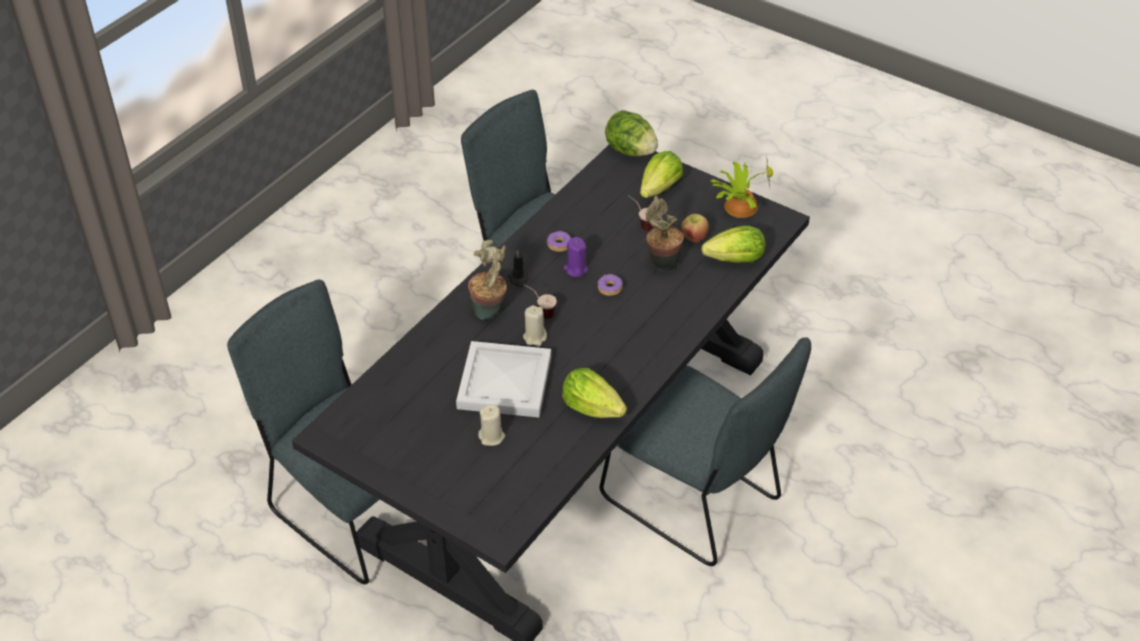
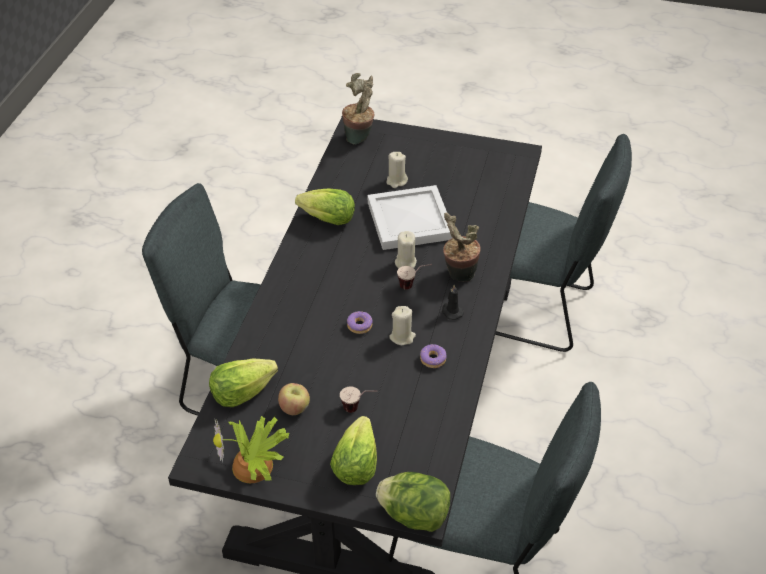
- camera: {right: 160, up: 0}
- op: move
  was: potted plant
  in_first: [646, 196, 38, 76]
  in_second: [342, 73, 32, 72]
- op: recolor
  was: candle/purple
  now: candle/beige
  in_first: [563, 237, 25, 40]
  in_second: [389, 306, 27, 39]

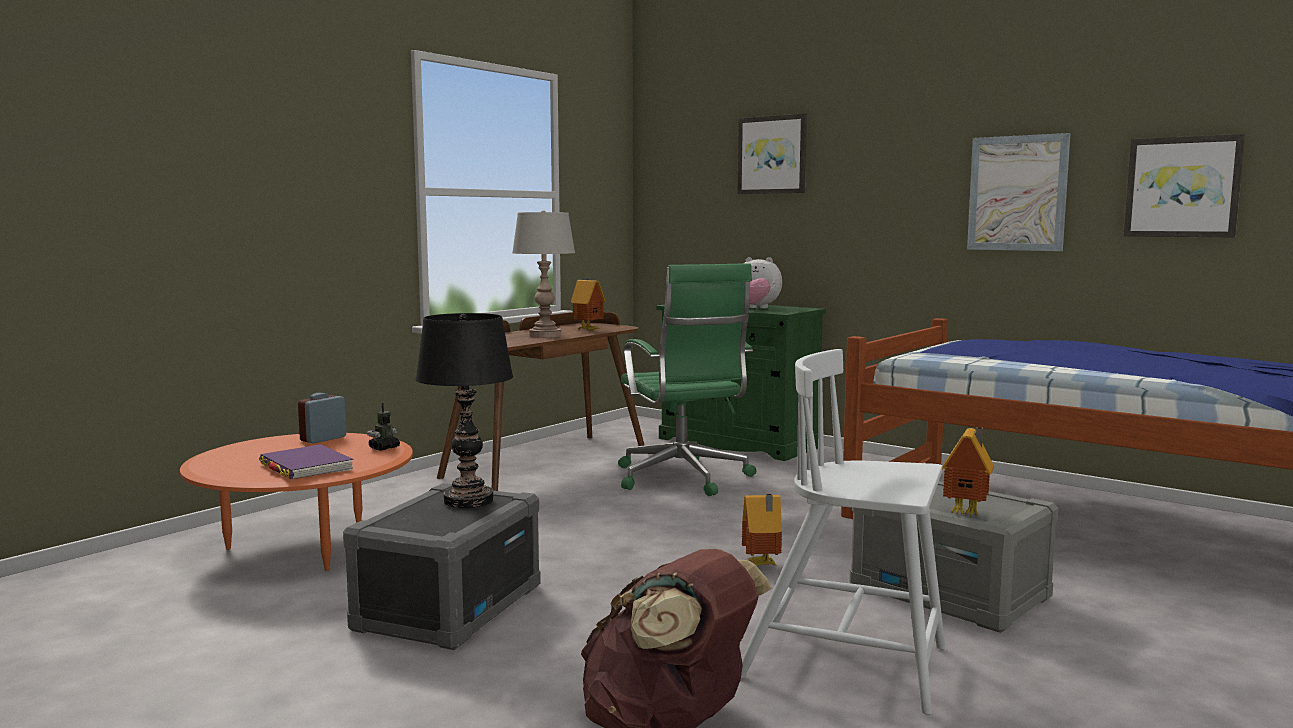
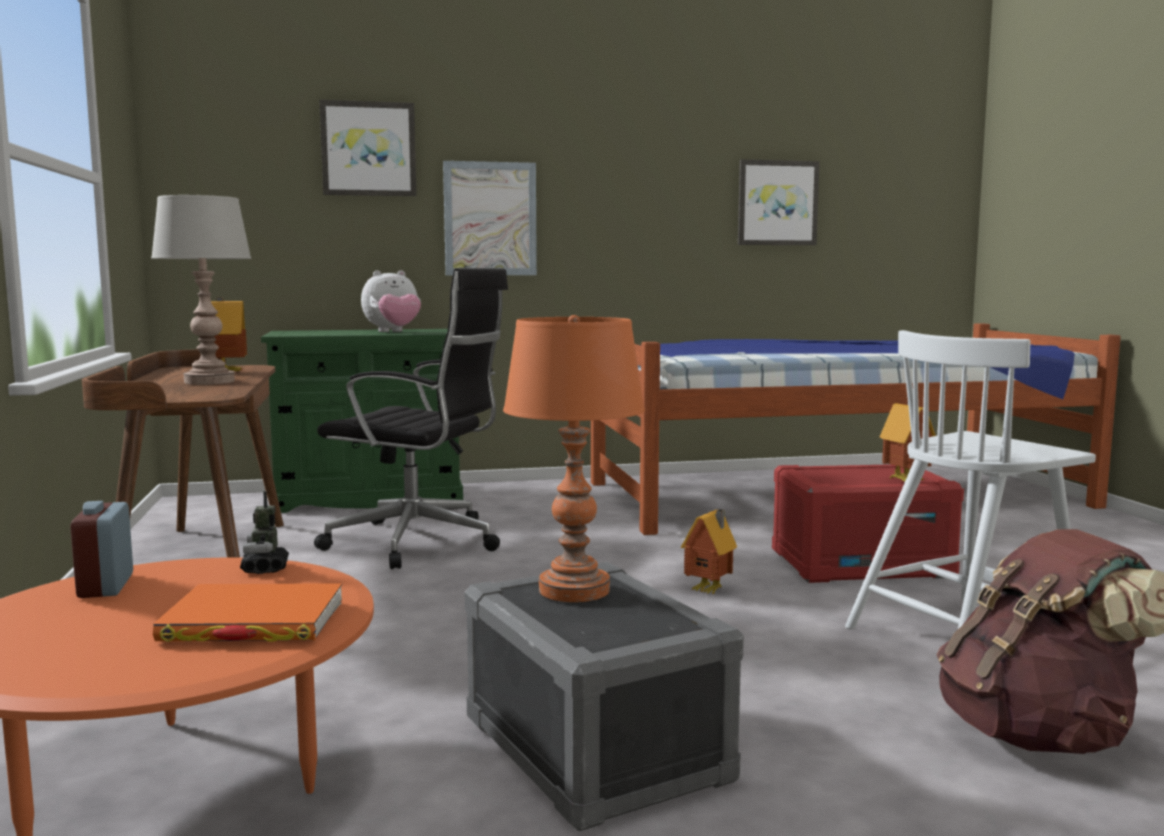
- camera: {right: -50, up: 0}
- op: recolor
  was: book/purple
  now: book/orange
  in_first: [259, 444, 94, 35]
  in_second: [153, 583, 189, 59]
- op: recolor
  was: office chair/green
  now: office chair/black
  in_first: [618, 263, 138, 233]
  in_second: [314, 268, 194, 301]
- op: move
  was: picture
  in_first: [967, 133, 104, 118]
  in_second: [443, 161, 94, 114]
- op: recolor
  was: table lamp/black
  now: table lamp/orange
  in_first: [416, 313, 97, 195]
  in_second: [503, 315, 142, 287]
- op: recolor
  was: storage box/grey
  now: storage box/red
  in_first: [849, 481, 210, 152]
  in_second: [772, 464, 192, 119]

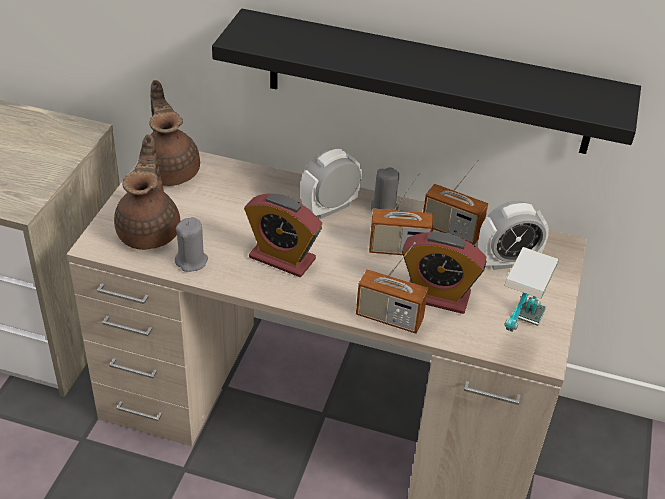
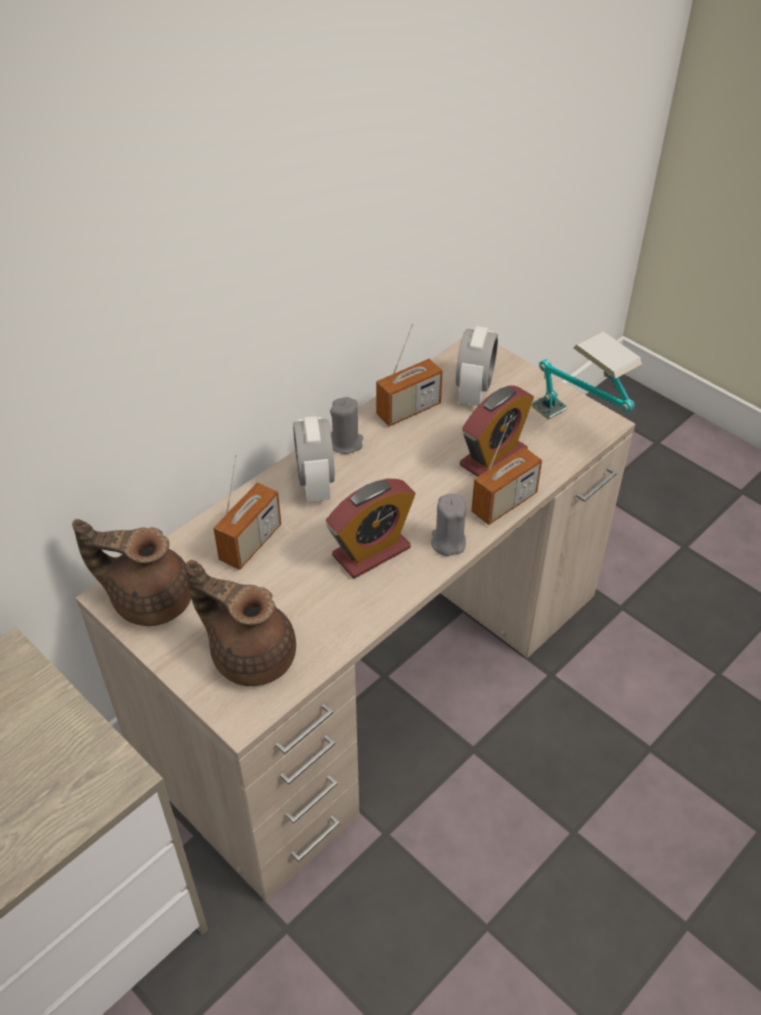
- camera: {right: -60, up: 5}
- op: move
  was: radio
  in_first: [369, 173, 64, 82]
  in_second: [213, 455, 68, 115]
- op: move
  was: candle/grey
  in_first: [175, 217, 33, 55]
  in_second: [431, 493, 35, 63]
- op: delete
  was: shelf/black
  in_first: [212, 9, 429, 145]

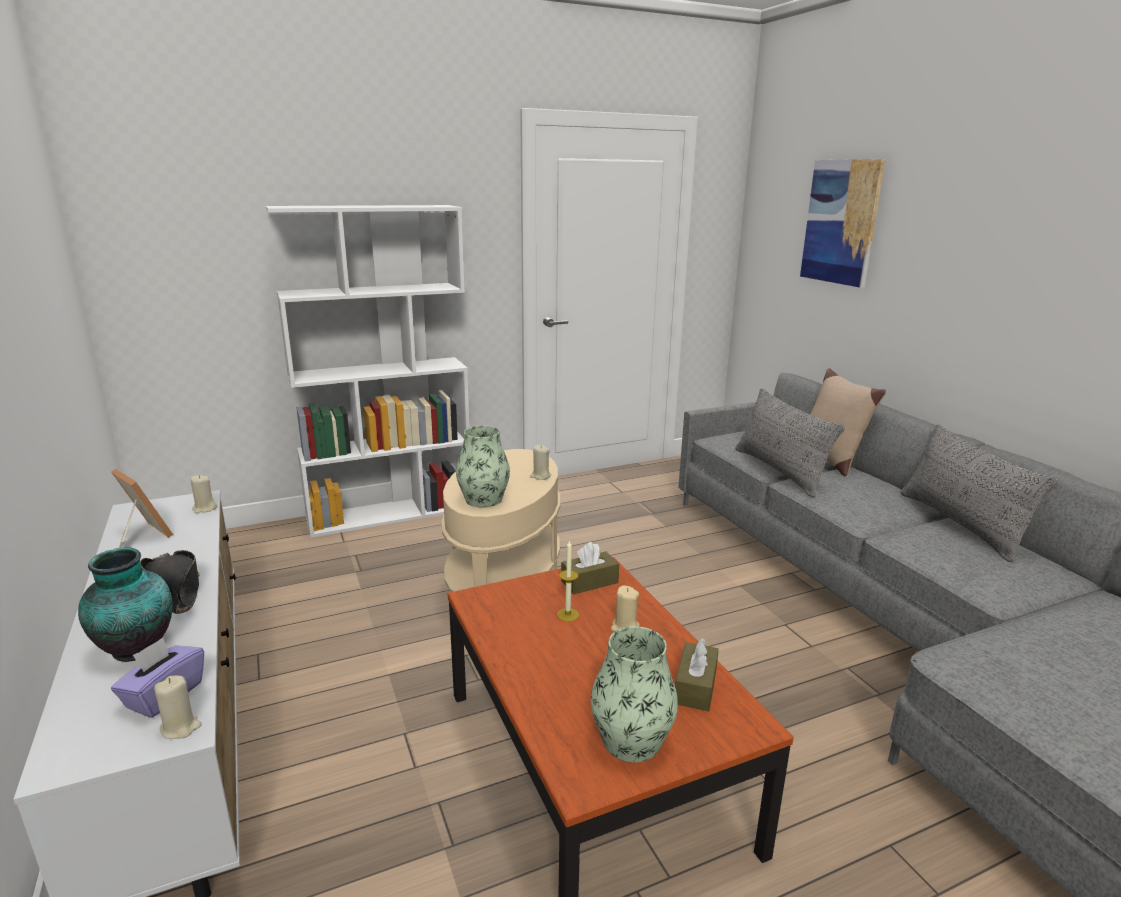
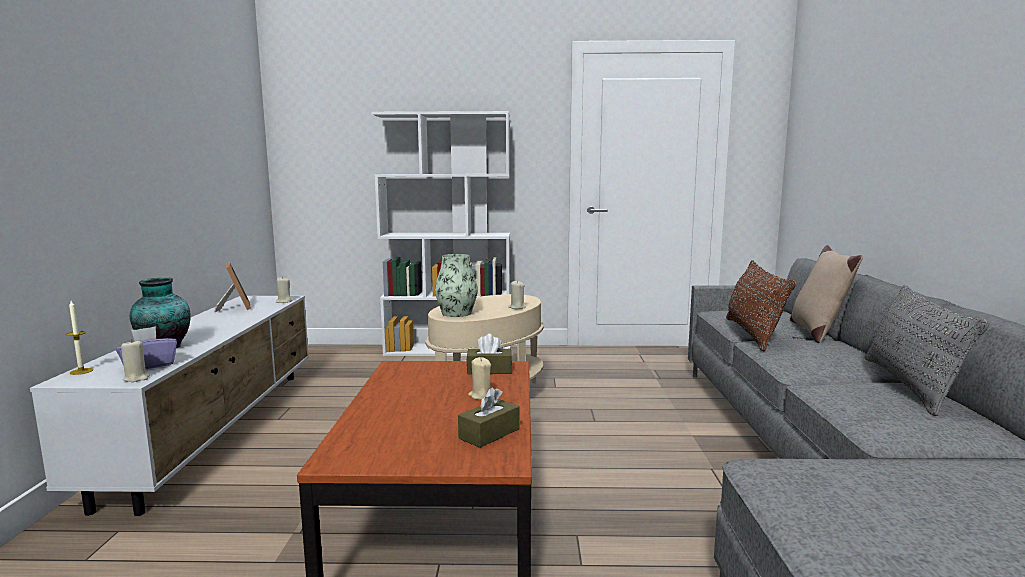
- camera: {right: 25, up: -10}
- op: move
  was: candle
  in_first: [557, 541, 22, 80]
  in_second: [65, 301, 29, 74]
- op: recolor
  was: pillow/grey
  now: pillow/brown
  in_first: [735, 388, 110, 109]
  in_second: [726, 260, 70, 91]
- op: delete
  was: hat/black
  in_first: [140, 550, 60, 64]
- op: delete
  was: vase
  in_first: [591, 626, 87, 137]
- op: delete
  was: picture
  in_first: [800, 159, 85, 129]

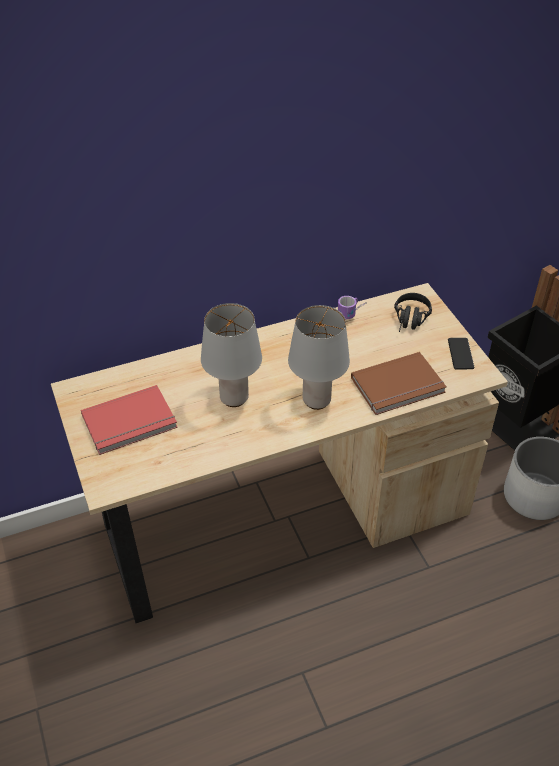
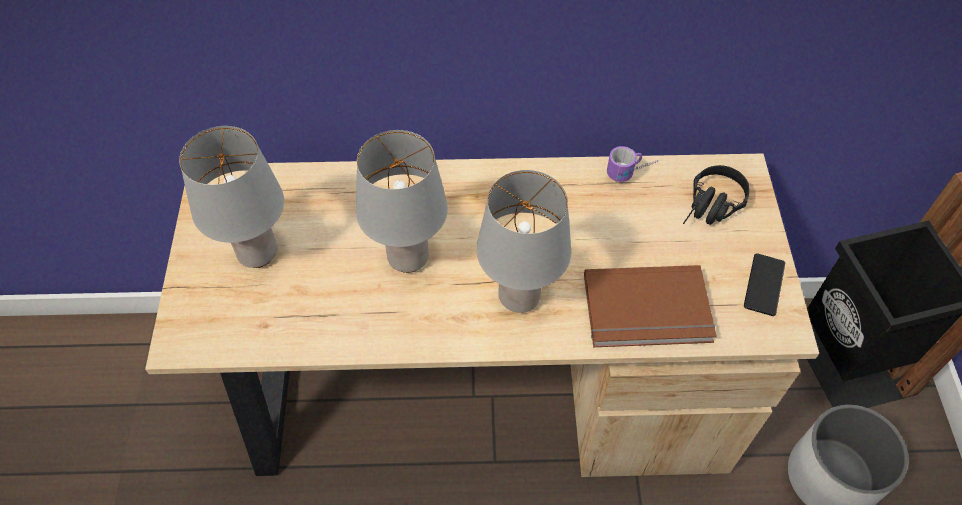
- camera: {right: 20, up: 10}
- op: replace
  was: book/red
  now: table lamp/grey
  in_first: [81, 385, 97, 70]
  in_second: [179, 126, 105, 142]

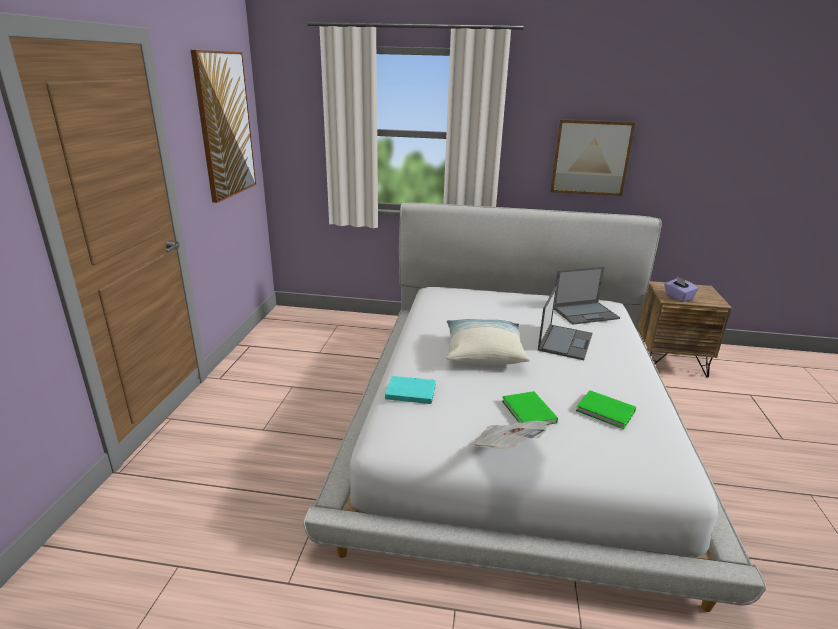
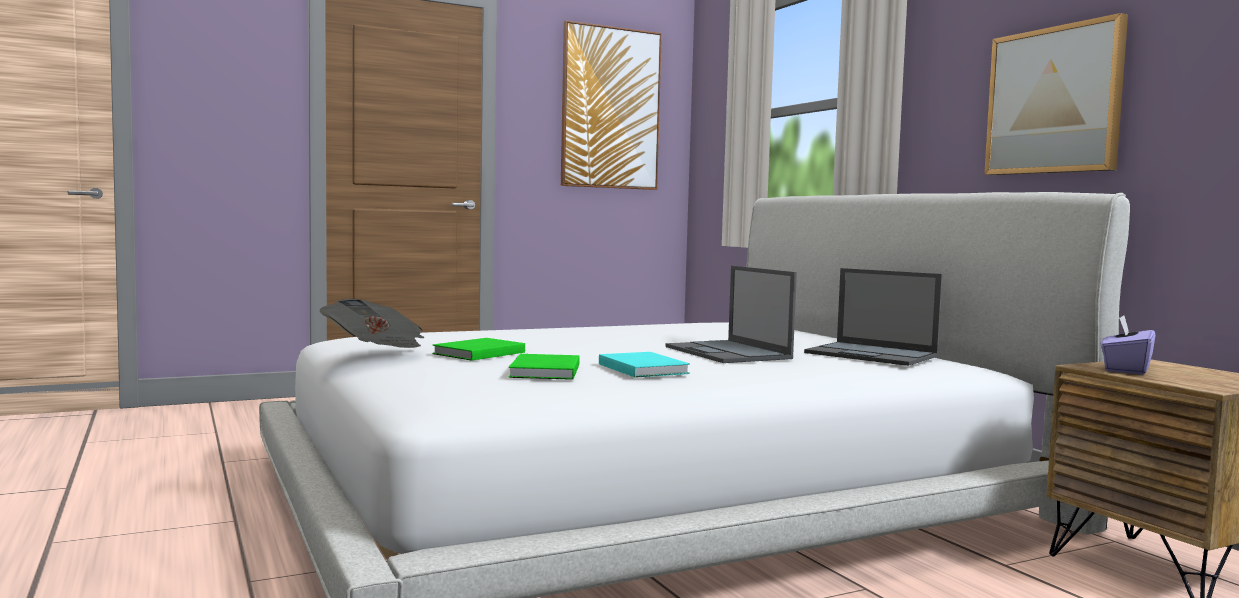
- camera: {right: 55, up: -20}
- op: move
  was: book/turquoise
  in_first: [385, 376, 51, 28]
  in_second: [599, 352, 91, 26]
- op: rotate
  was: laptop
  in_first: [538, 286, 55, 74]
  in_second: [665, 266, 132, 97]
  clockwise: 75
- op: delete
  was: pillow
  in_first: [446, 319, 84, 46]

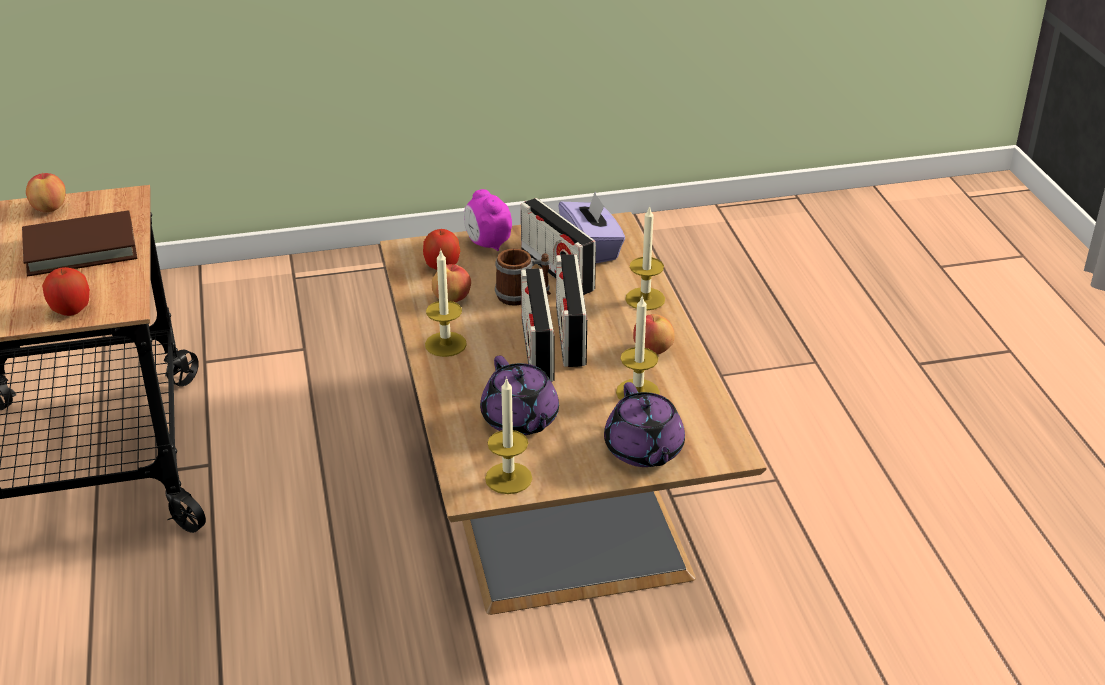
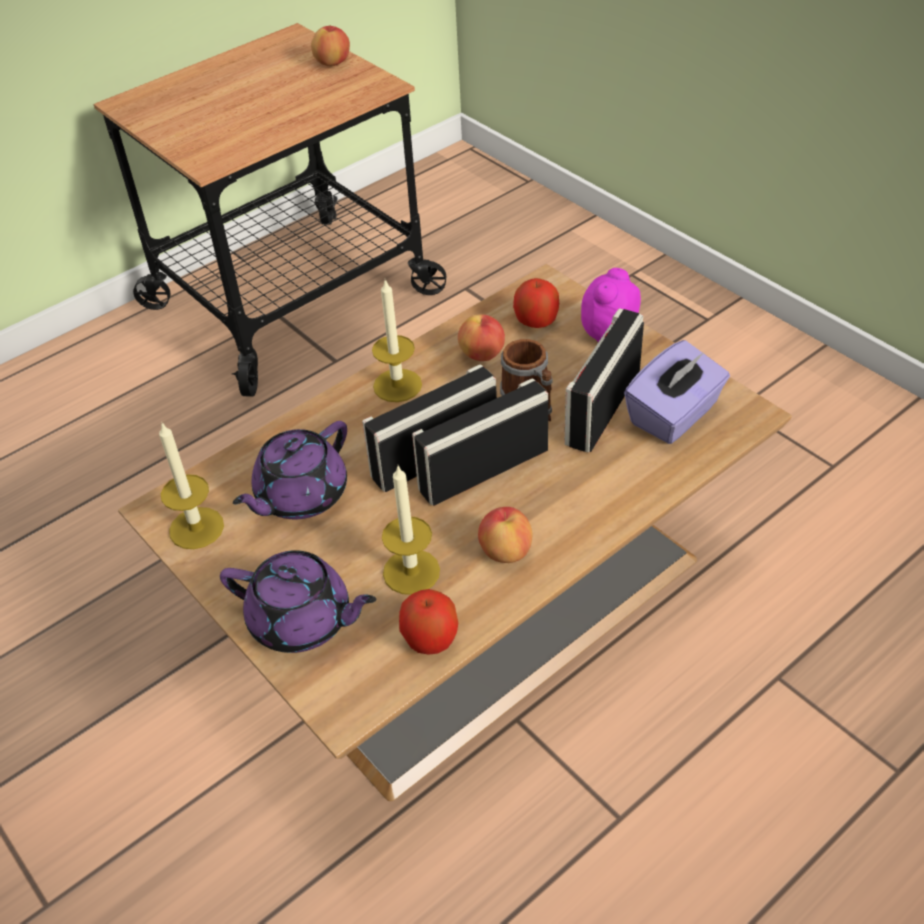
- camera: {right: 65, up: 10}
- op: rotate
  was: teapot/purple
  in_first: [604, 382, 81, 85]
  in_second: [220, 550, 157, 103]
  clockwise: -120
- op: move
  was: apple
  in_first: [42, 267, 48, 49]
  in_second: [399, 589, 59, 66]
- op: delete
  was: book/brown
  in_first: [22, 210, 115, 66]
- op: delete
  was: candle
  in_first: [625, 206, 40, 104]

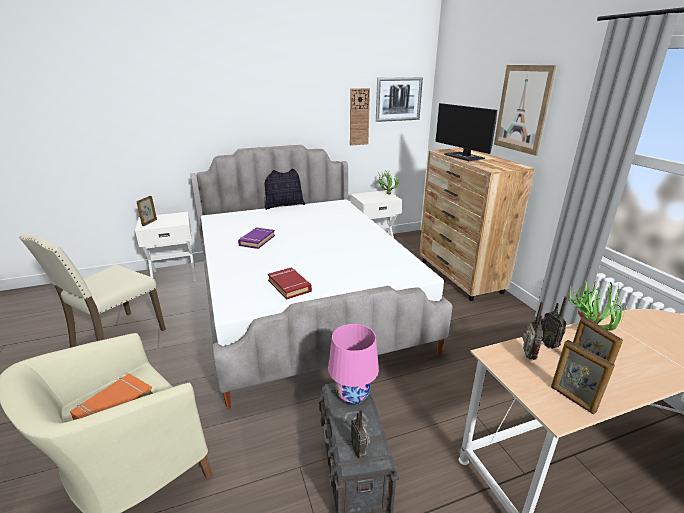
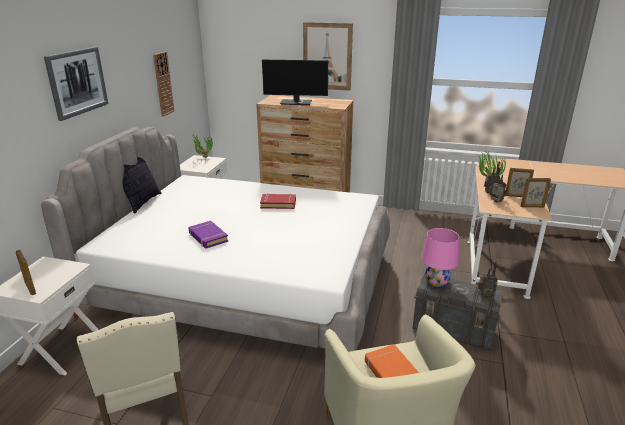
- camera: {right: -55, up: 0}
- op: move
  was: picture
  in_first: [376, 77, 47, 45]
  in_second: [44, 47, 64, 74]
- op: move
  was: book/red
  in_first: [268, 268, 44, 31]
  in_second: [260, 193, 36, 16]

